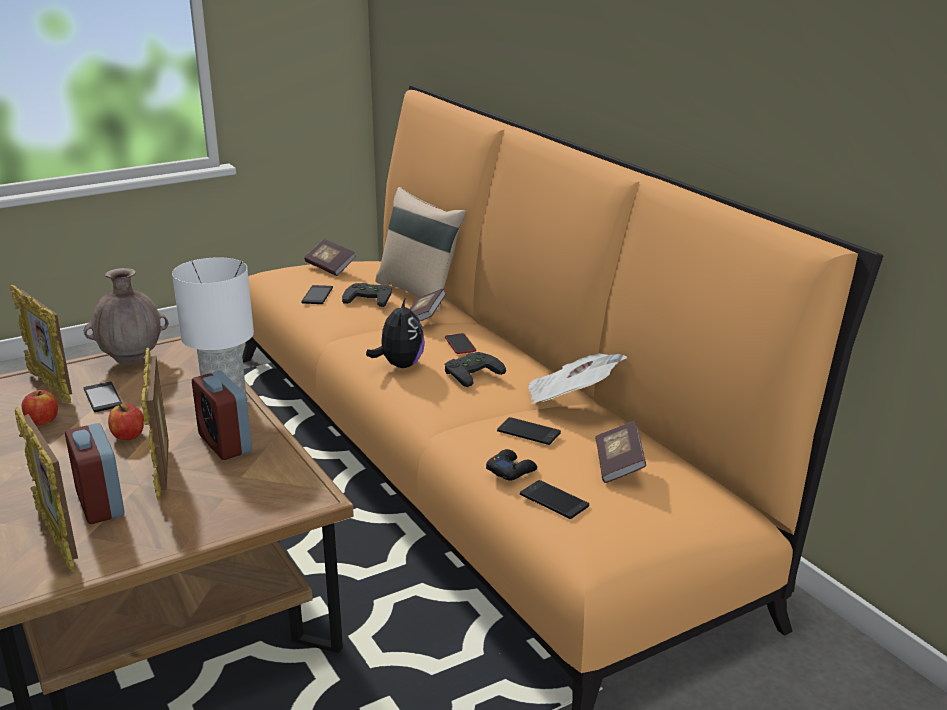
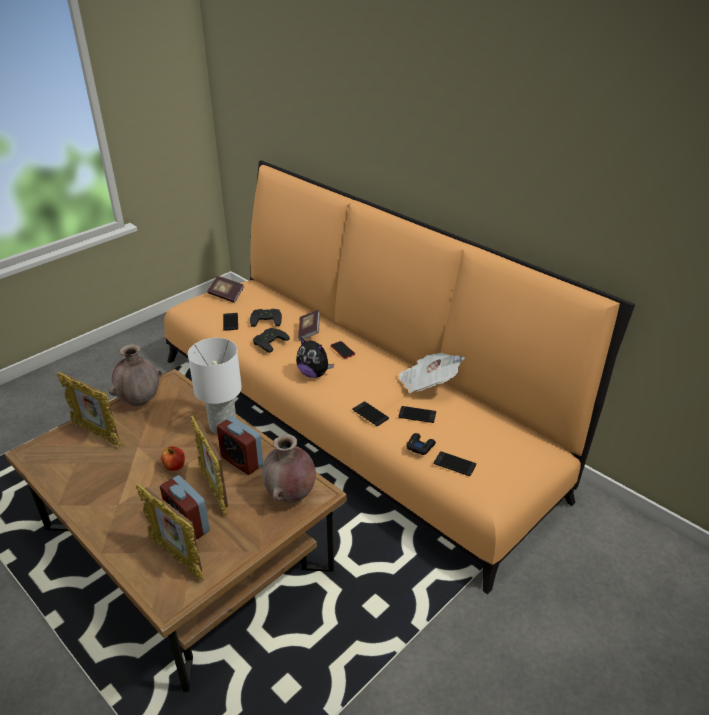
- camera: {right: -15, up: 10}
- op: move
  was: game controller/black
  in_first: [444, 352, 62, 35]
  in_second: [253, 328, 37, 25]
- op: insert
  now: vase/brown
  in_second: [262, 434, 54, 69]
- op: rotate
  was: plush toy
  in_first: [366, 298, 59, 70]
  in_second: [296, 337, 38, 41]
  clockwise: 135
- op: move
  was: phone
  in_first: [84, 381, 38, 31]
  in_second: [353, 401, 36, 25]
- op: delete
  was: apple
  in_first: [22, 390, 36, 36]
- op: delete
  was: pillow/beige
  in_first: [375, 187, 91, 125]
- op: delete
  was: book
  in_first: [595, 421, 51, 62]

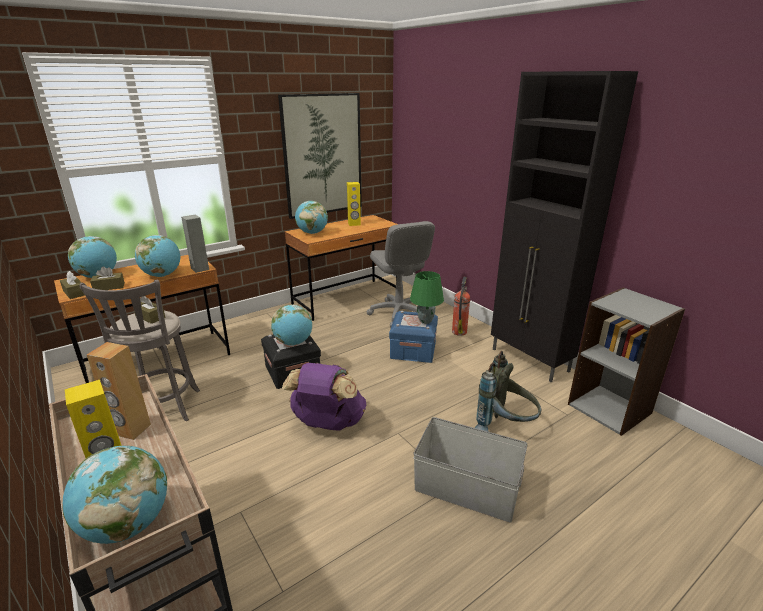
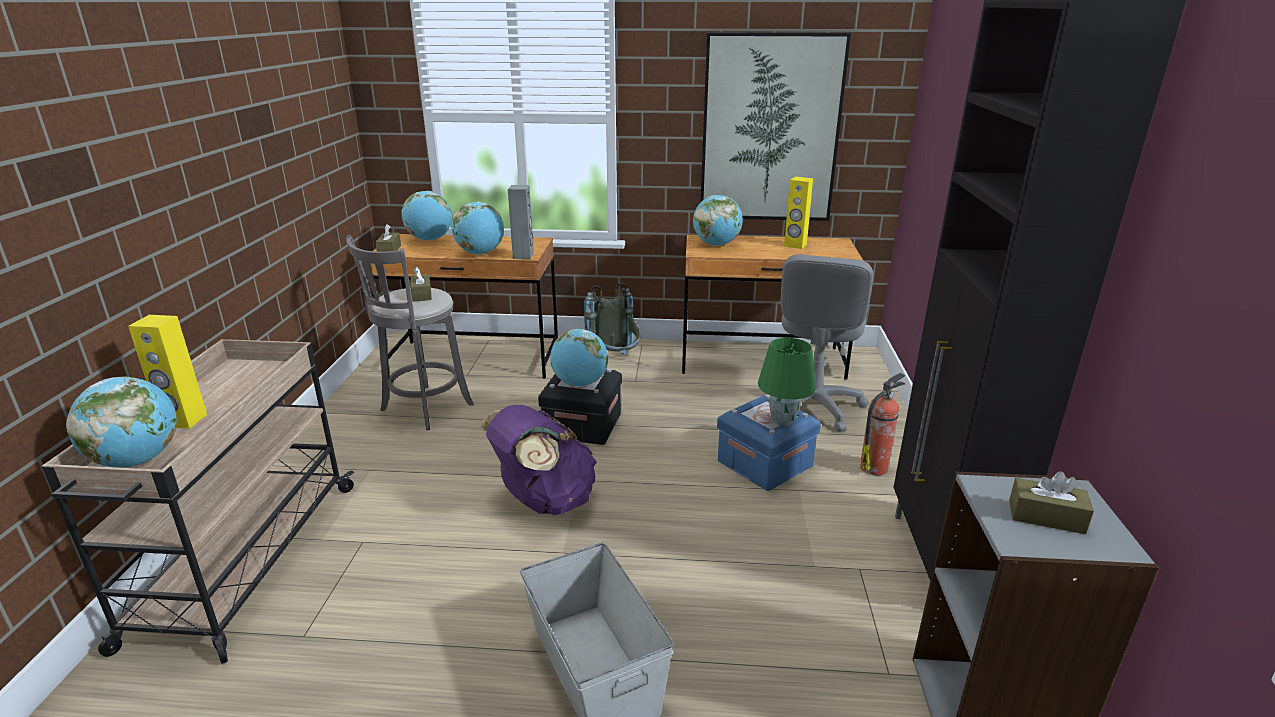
- camera: {right: 40, up: 0}
- op: move
  was: backpack/grey
  in_first: [474, 351, 67, 81]
  in_second: [584, 283, 56, 72]
- op: move
  was: tissue box/brown
  in_first: [90, 266, 35, 24]
  in_second: [1009, 471, 85, 63]
- op: delete
  was: speaker/brown
  in_first: [87, 342, 64, 98]

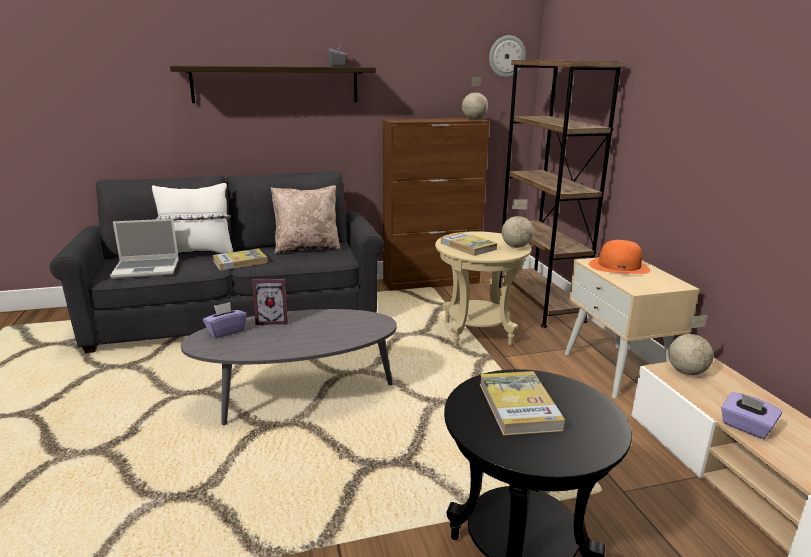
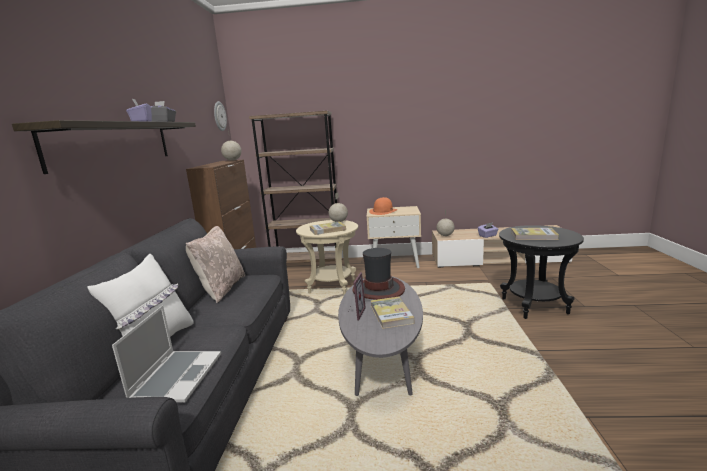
- camera: {right: -70, up: -5}
- op: move
  was: tissue box/purple
  in_first: [203, 302, 44, 36]
  in_second: [126, 98, 26, 24]
- op: insert
  now: hat
  in_second: [353, 248, 52, 52]
- op: move
  was: book
  in_first: [213, 248, 55, 22]
  in_second: [371, 297, 43, 32]

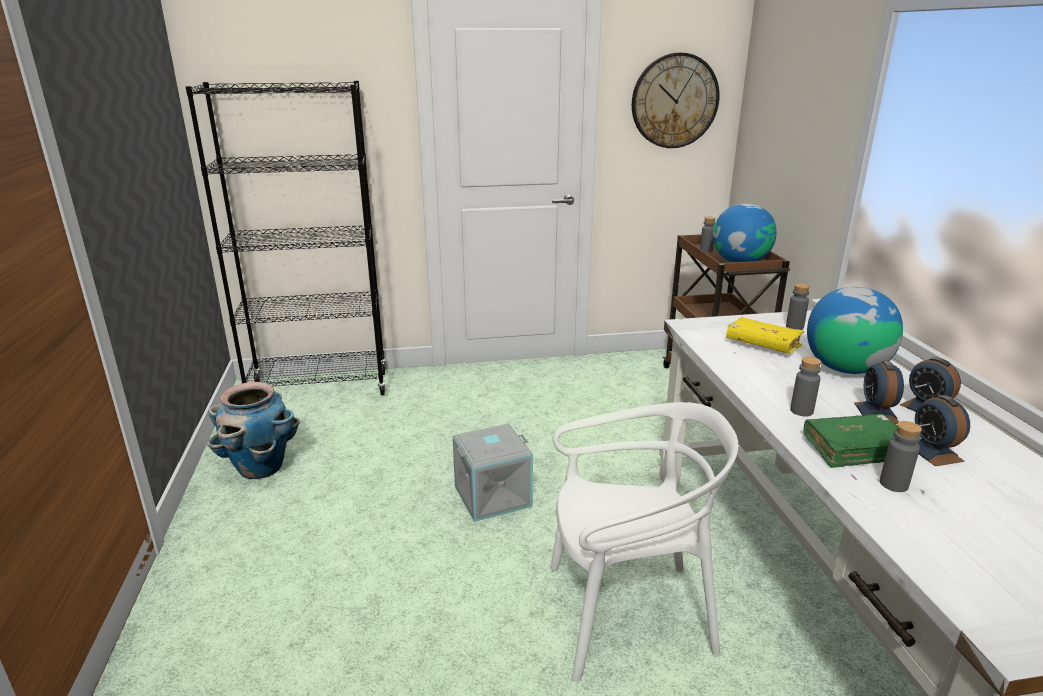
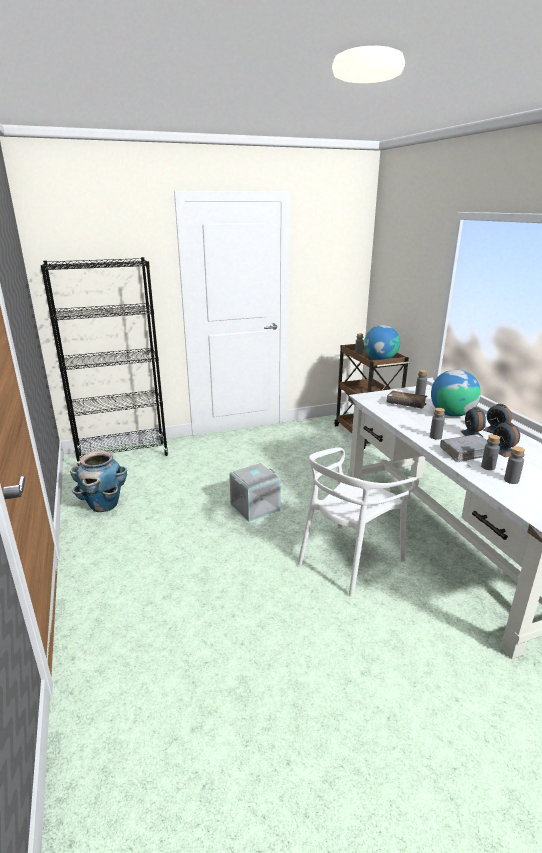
- camera: {right: -10, up: 0}
- op: rotate
  was: chair/white
  in_first: [550, 402, 188, 280]
  in_second: [298, 447, 121, 150]
  clockwise: 150
- op: recolor
  was: book/yellow
  now: book/brown
  in_first: [726, 317, 78, 37]
  in_second: [387, 391, 40, 17]
- op: recolor
  was: book/green
  now: book/grey
  in_first: [803, 414, 94, 54]
  in_second: [440, 434, 48, 28]
- op: insert
  now: bottle/grey
  in_second: [504, 446, 21, 38]
- op: delete
  was: wall clock
  in_first: [632, 52, 88, 96]

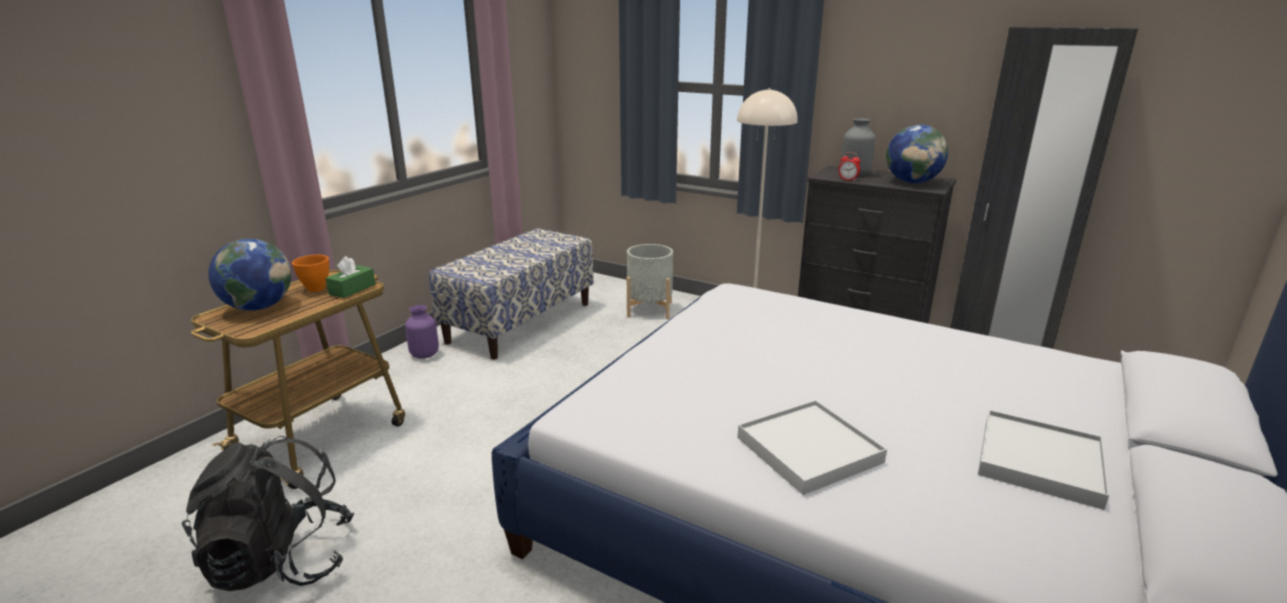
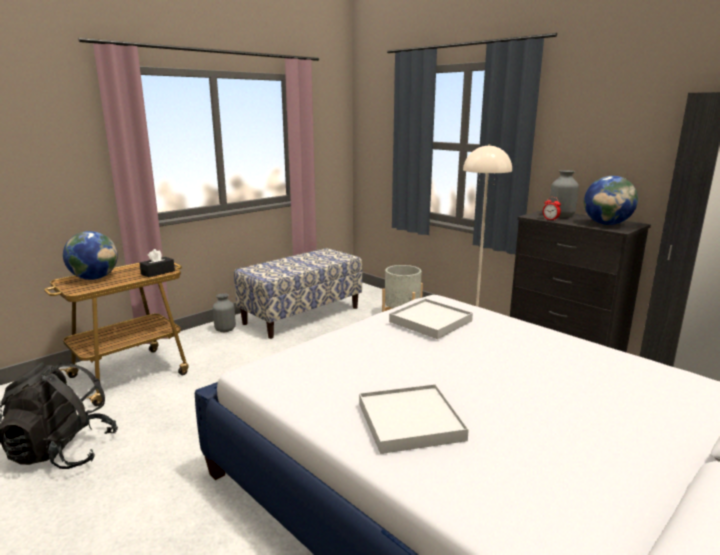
- camera: {right: 15, up: -5}
- op: recolor
  was: tissue box/green
  now: tissue box/black
  in_first: [325, 256, 51, 42]
  in_second: [139, 249, 36, 29]
- op: recolor
  was: vase/purple
  now: vase/grey
  in_first: [405, 305, 34, 54]
  in_second: [213, 293, 23, 39]
- op: move
  was: tray/white
  in_first: [978, 410, 131, 100]
  in_second: [389, 298, 84, 41]
- op: delete
  was: bowl/orange
  in_first: [292, 255, 37, 37]

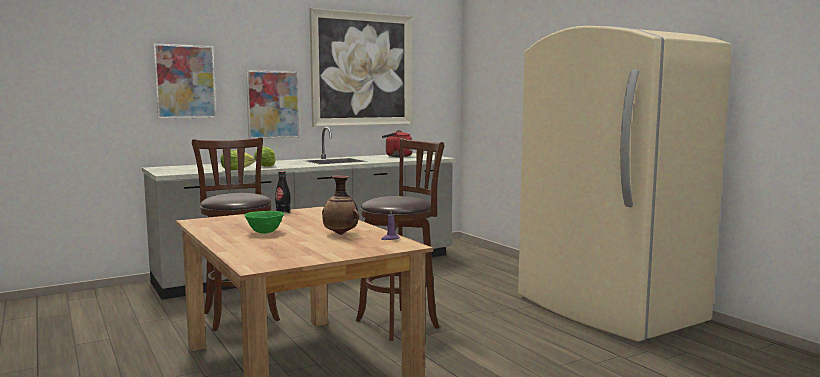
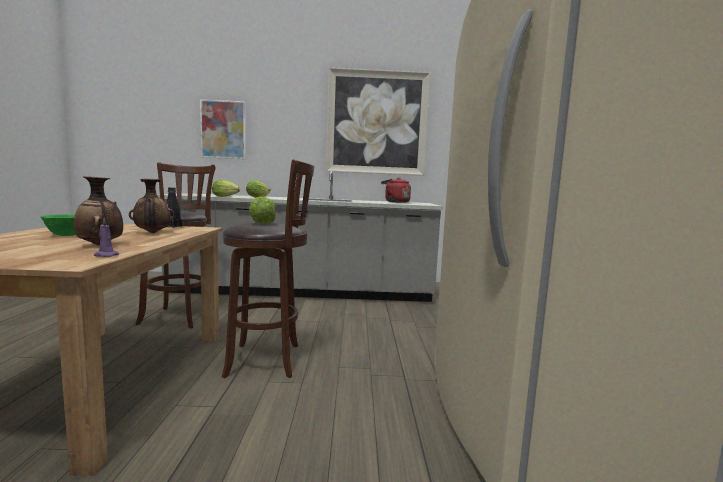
- camera: {right: 30, up: 0}
- op: insert
  now: vase
  in_second: [129, 179, 46, 54]
- op: insert
  now: lettuce
  in_second: [249, 196, 27, 28]
- op: delete
  was: picture
  in_first: [246, 70, 54, 69]

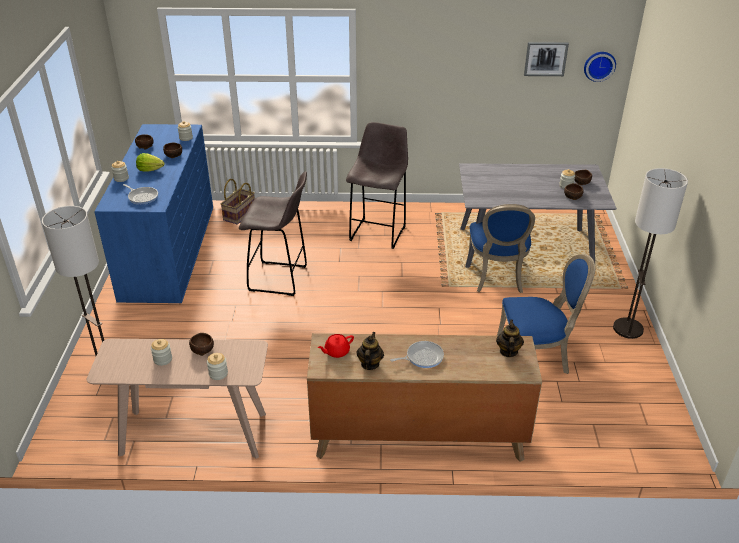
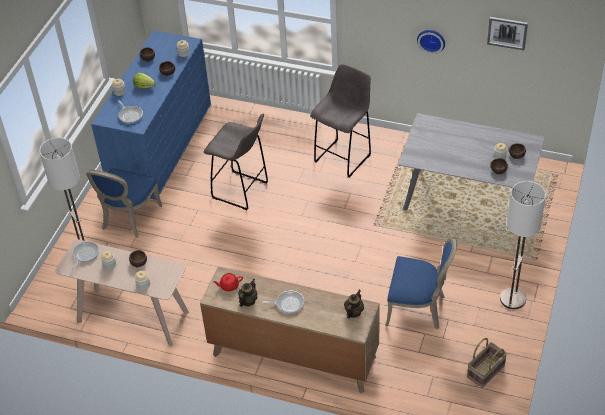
- camera: {right: 20, up: 10}
- op: insert
  now: frying pan
  in_second: [72, 241, 27, 29]
- op: move
  was: chair/blue
  in_first: [469, 204, 66, 89]
  in_second: [86, 168, 76, 70]
- op: move
  was: wall clock
  in_first: [584, 52, 32, 30]
  in_second: [417, 30, 28, 24]
- op: move
  was: basket
  in_first: [221, 179, 34, 46]
  in_second: [467, 338, 40, 50]

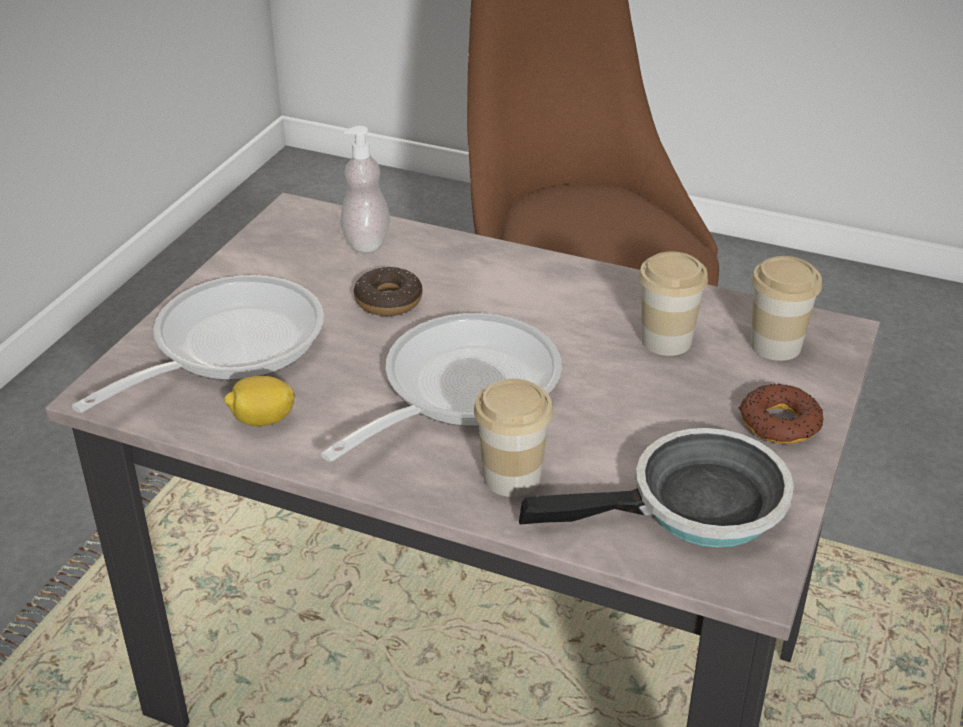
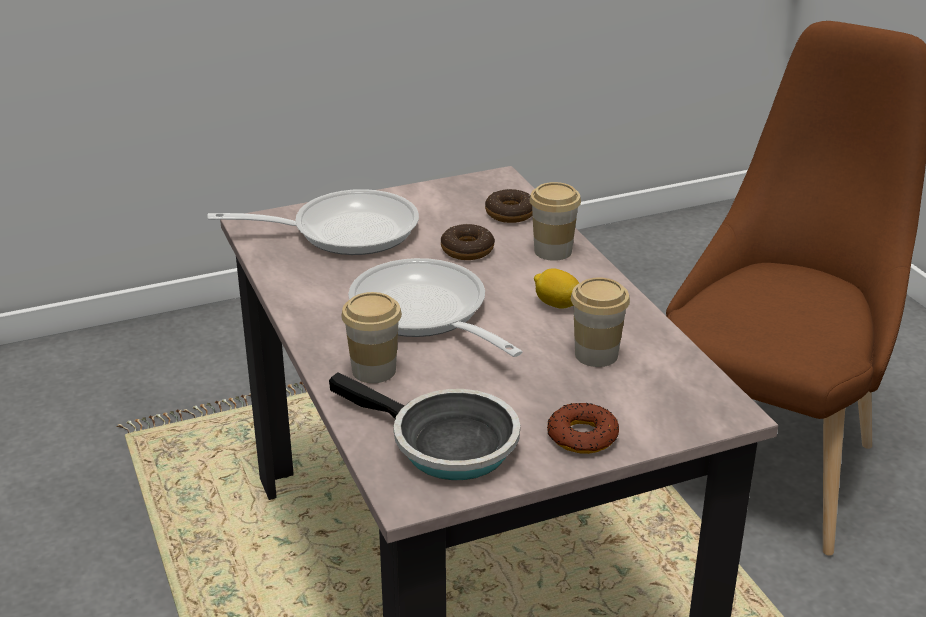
- camera: {right: 45, up: -5}
- op: rotate
  was: frying pan
  in_first: [321, 313, 241, 149]
  in_second: [348, 258, 175, 99]
  clockwise: -120
- op: replace
  was: soap dispenser
  now: donut
  in_first: [340, 126, 50, 127]
  in_second: [485, 189, 48, 34]
- op: move
  was: cup
  in_first: [751, 256, 71, 105]
  in_second: [530, 182, 51, 79]
- op: move
  was: lemon
  in_first: [224, 376, 71, 50]
  in_second: [534, 268, 45, 41]

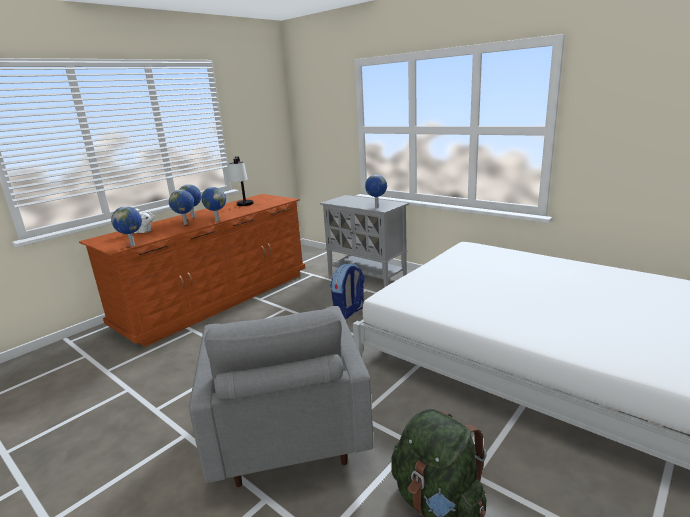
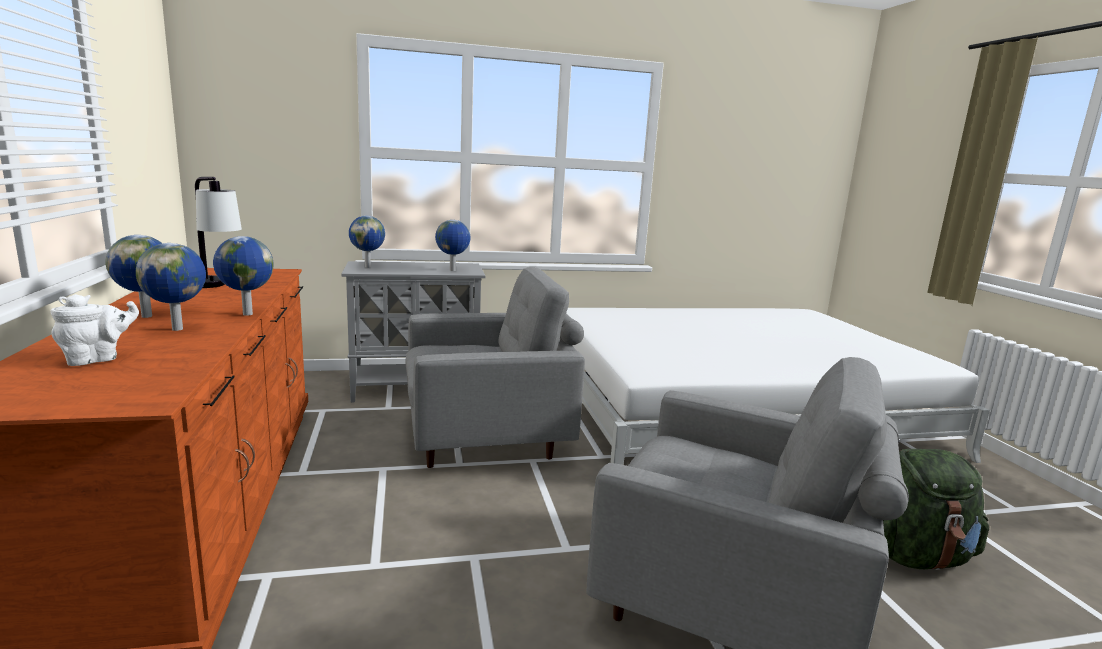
- camera: {right: -55, up: -5}
- op: move
  was: globe
  in_first: [111, 206, 31, 40]
  in_second: [349, 216, 36, 52]
- op: replace
  was: backpack
  now: armchair/grey
  in_first: [330, 263, 35, 56]
  in_second: [405, 267, 180, 201]

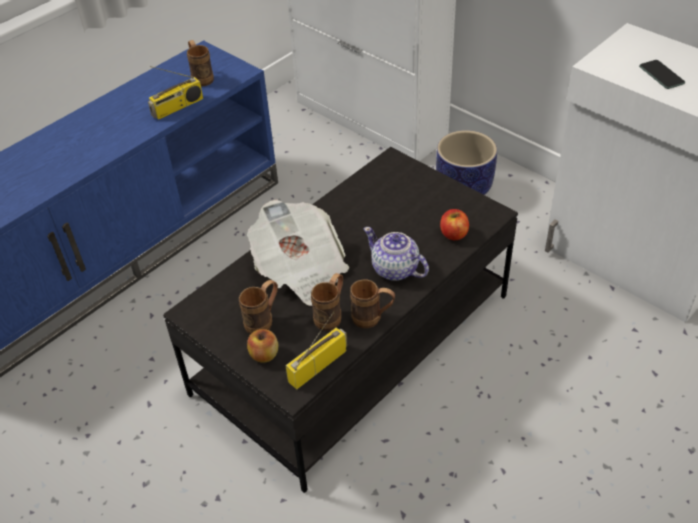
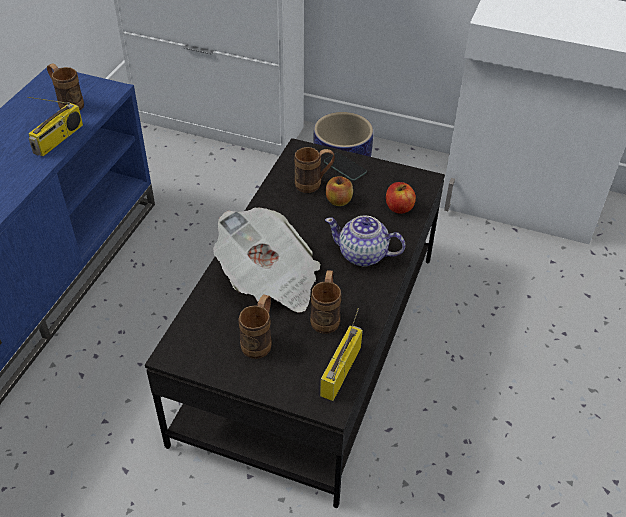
- camera: {right: -25, up: 0}
- op: move
  was: mug/brown
  in_first: [350, 280, 45, 48]
  in_second: [294, 147, 41, 46]
- op: move
  was: phone
  in_first: [639, 60, 46, 29]
  in_second: [324, 153, 43, 28]
- op: move
  was: apple
  in_first: [247, 329, 31, 34]
  in_second: [326, 176, 27, 30]

